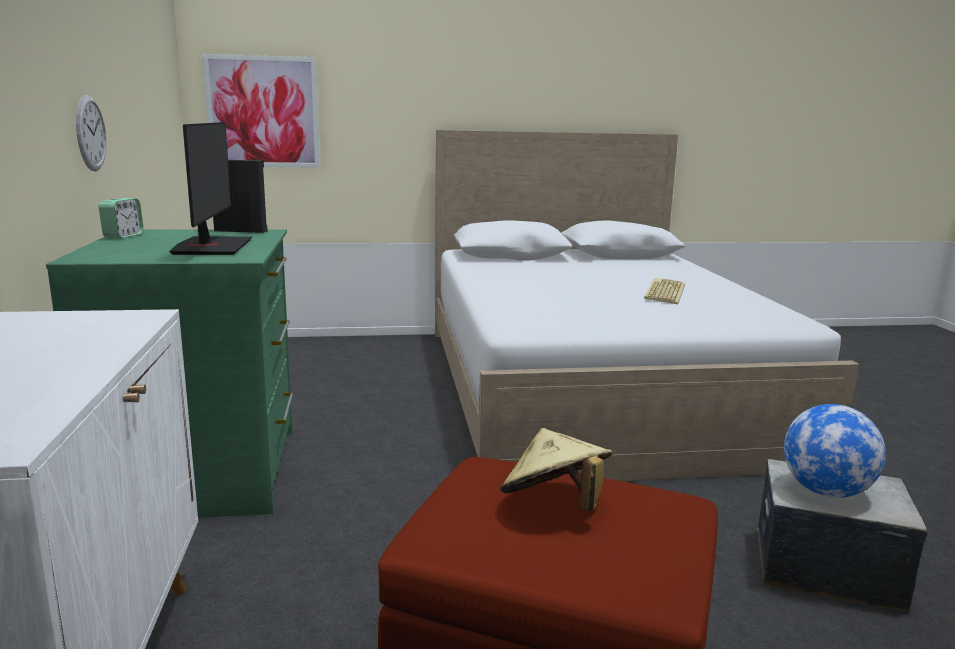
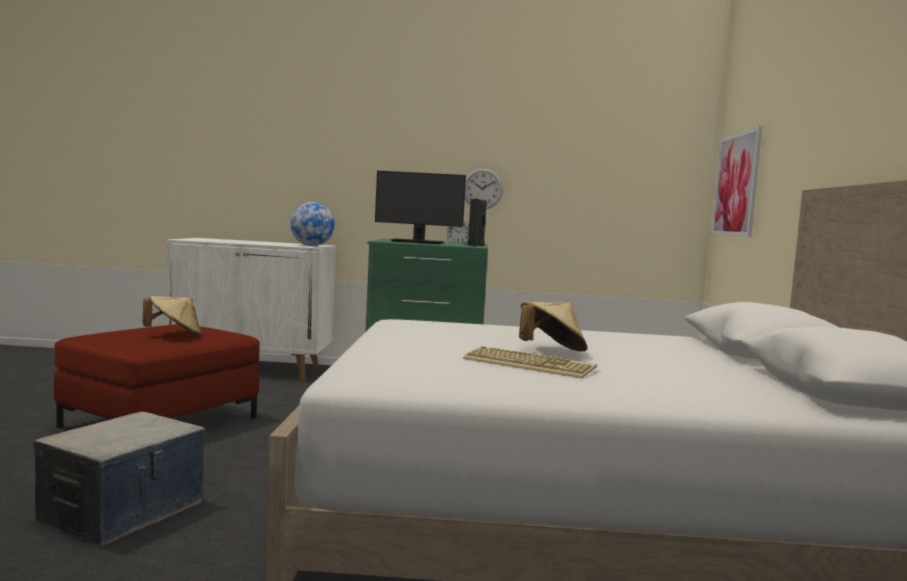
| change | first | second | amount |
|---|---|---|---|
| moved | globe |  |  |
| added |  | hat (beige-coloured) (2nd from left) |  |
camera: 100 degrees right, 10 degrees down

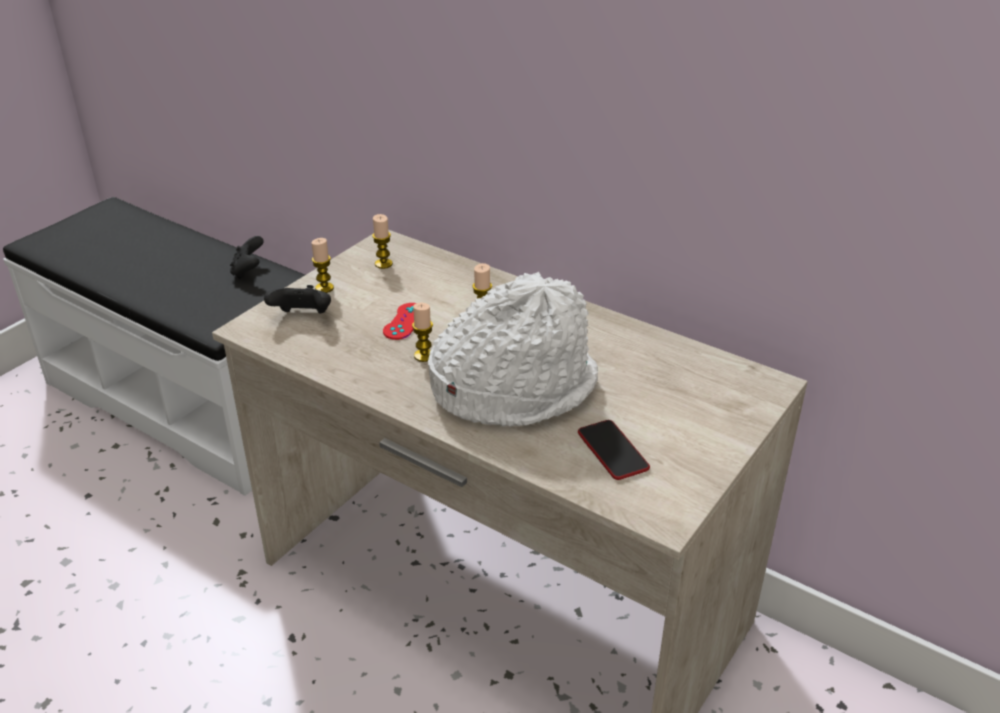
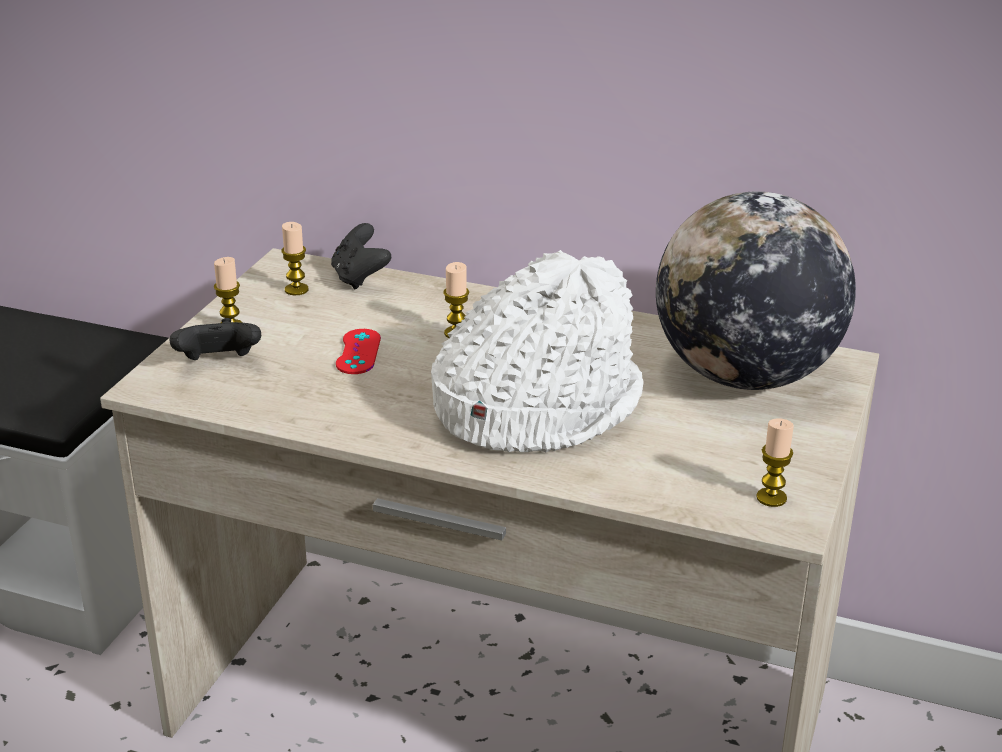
| change | first | second | amount |
|---|---|---|---|
| moved | gamepad (blackish) (1st from left in the first image) | gamepad (blackish) (2nd from left) |  |
| moved | wax candle (3rd from left in the first image) | wax candle (4th from left) |  |
| removed | telephone |  |  |
| added |  | globe |  |
camera: 15 degrees left, 5 degrees down

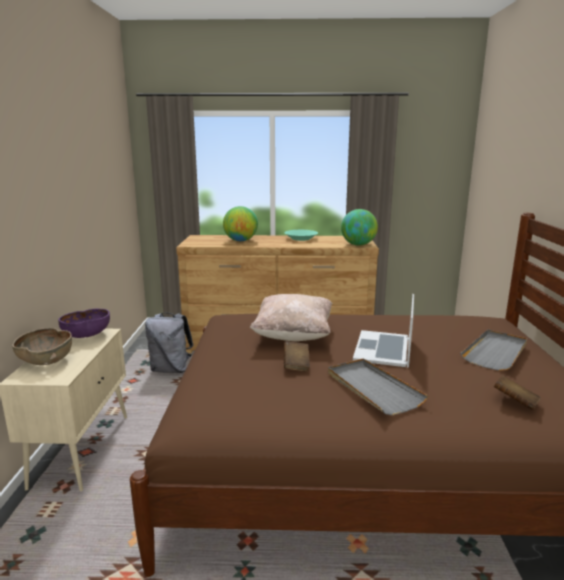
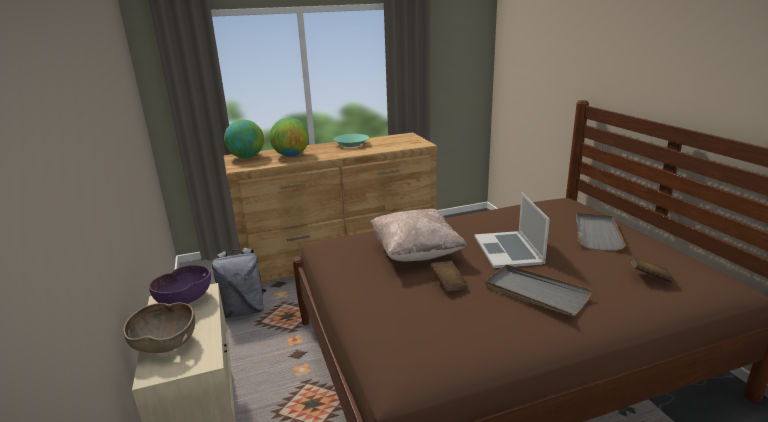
| change | first | second | amount |
|---|---|---|---|
| moved | globe (2nd from left in the first image) | globe (1st from left) |  |
camera: 20 degrees left, 5 degrees up

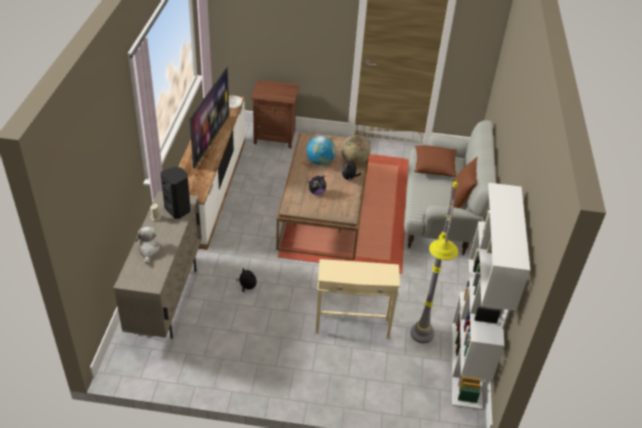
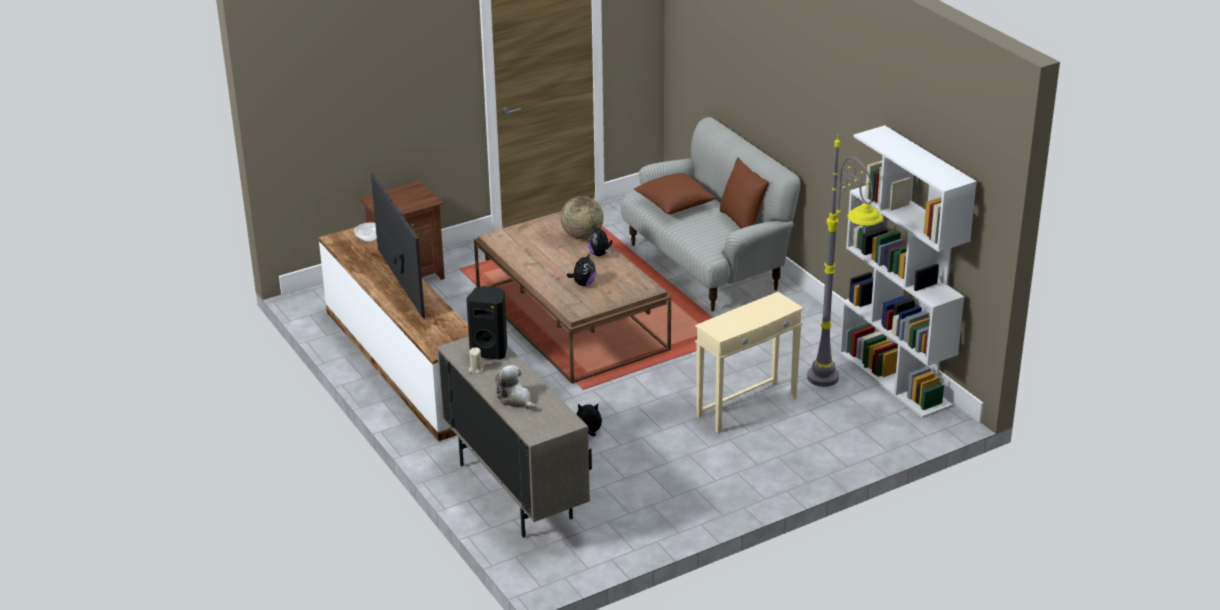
| change | first | second | amount |
|---|---|---|---|
| removed | globe (1st from left) |  |  |
camera: 35 degrees left, 10 degrees down

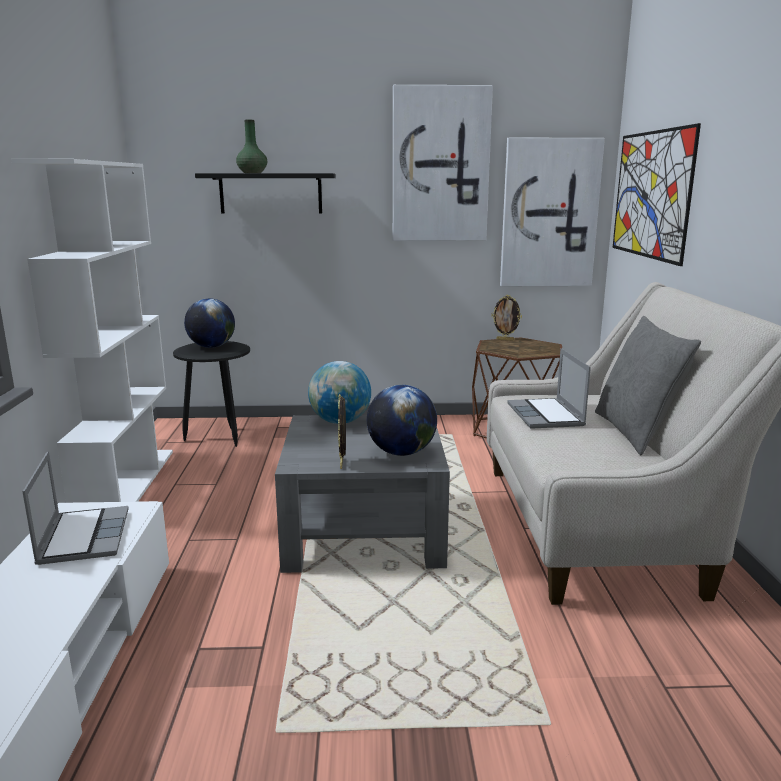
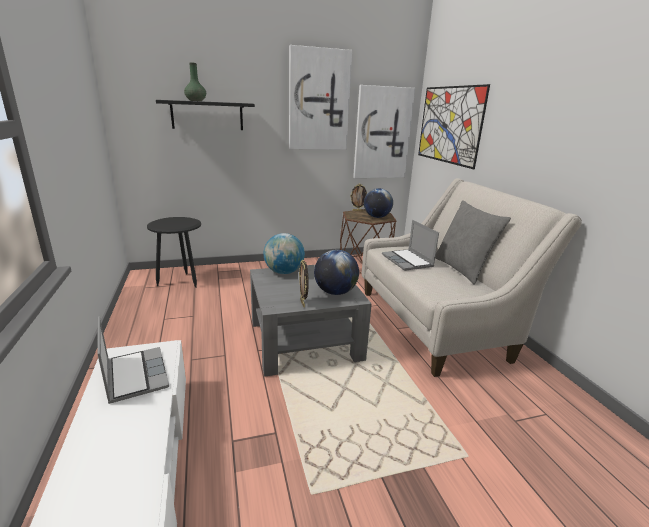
| change | first | second | amount |
|---|---|---|---|
| removed | bookshelf (white) |  |  |
| moved | globe (1st from left in the first image) | globe (3rd from left) |  |
camera: 15 degrees left, 5 degrees up

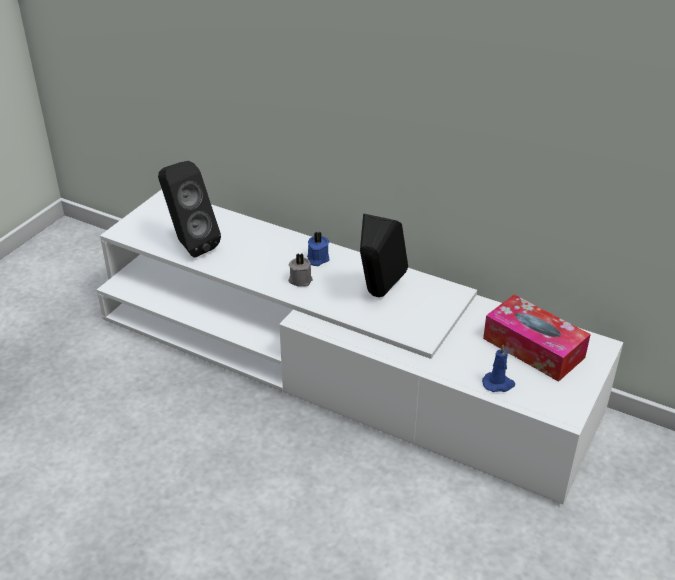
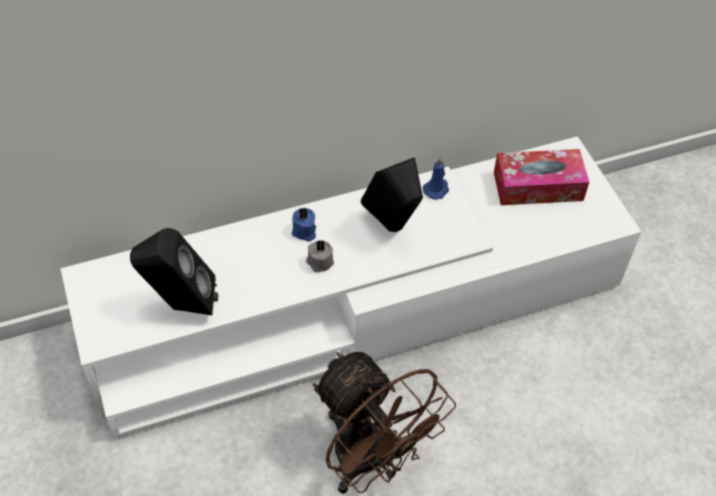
| change | first | second | amount |
|---|---|---|---|
| moved | wax candle (blue-coloured) (2nd from left) |  |  |
| added |  | cooling fan (brown) |  |
camera: 50 degrees left, 15 degrees up

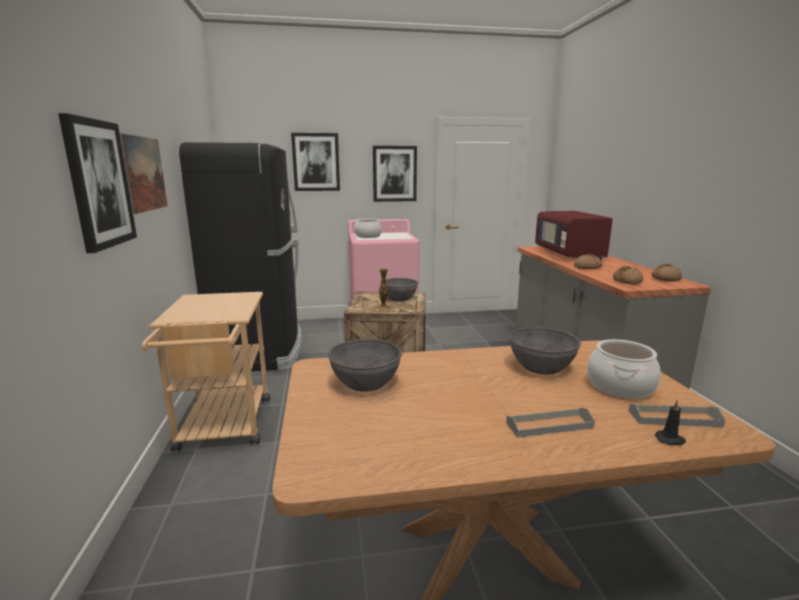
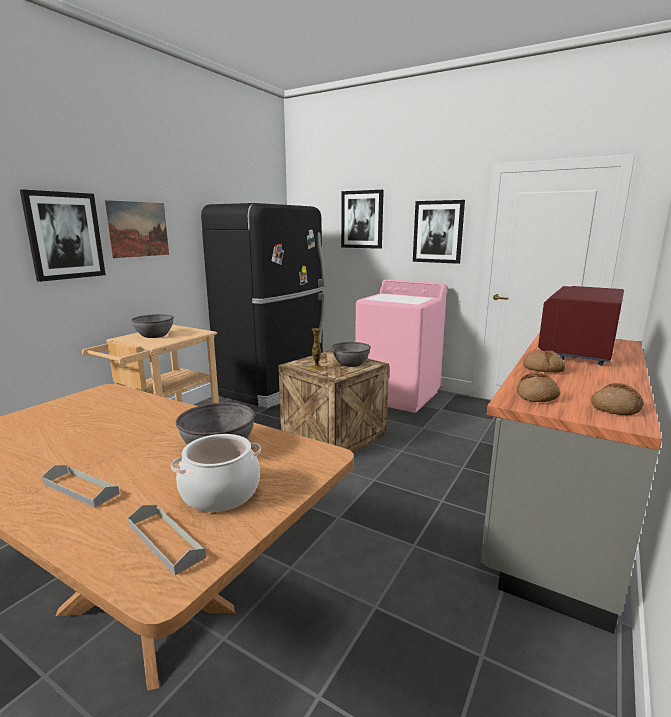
| change | first | second | amount |
|---|---|---|---|
| removed | saucepot (1st from left) |  |  |
| moved | bowl (grey) (1st from left) |  |  |
| removed | wax candle (blackish) |  |  |
camera: 40 degrees right, 0 degrees up

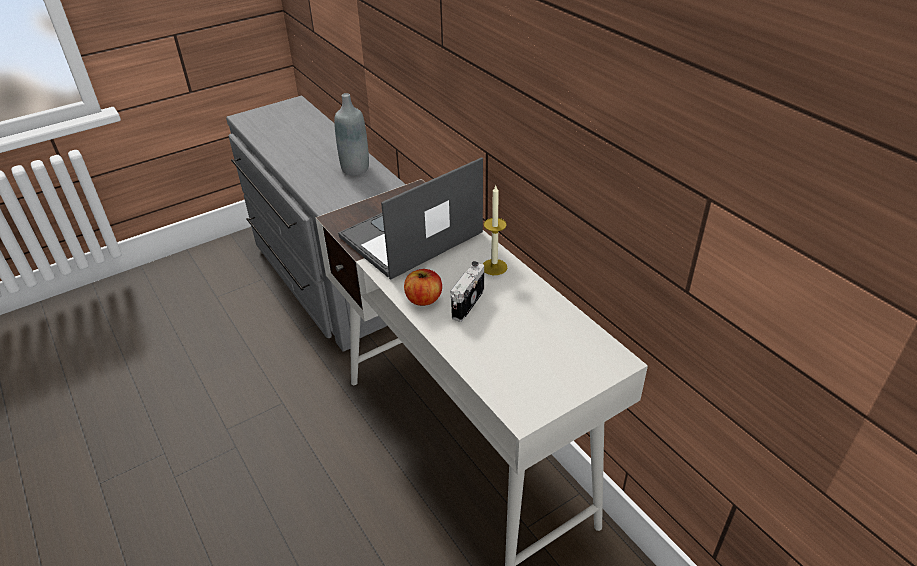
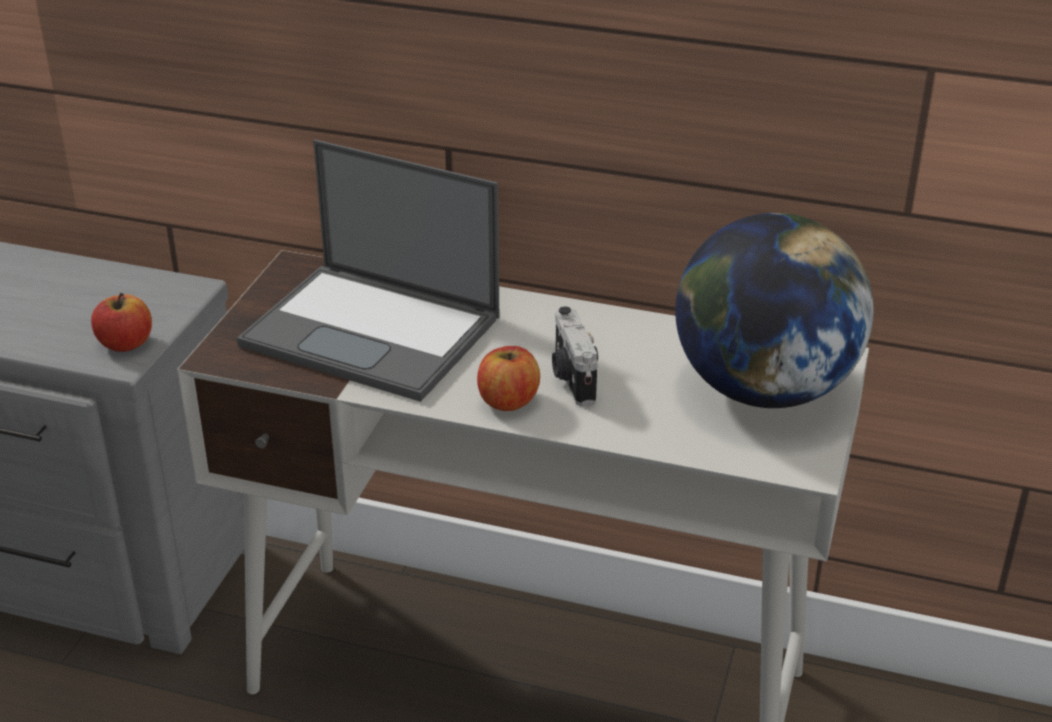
| change | first | second | amount |
|---|---|---|---|
| removed | drink bottle (grey) |  |  |
| turned | laptop |  | 75 degrees counterclockwise |
| removed | wax candle |  |  |
| added |  | globe |  |
| added |  | whole apple (1st from left) |  |
camera: 40 degrees left, 5 degrees down

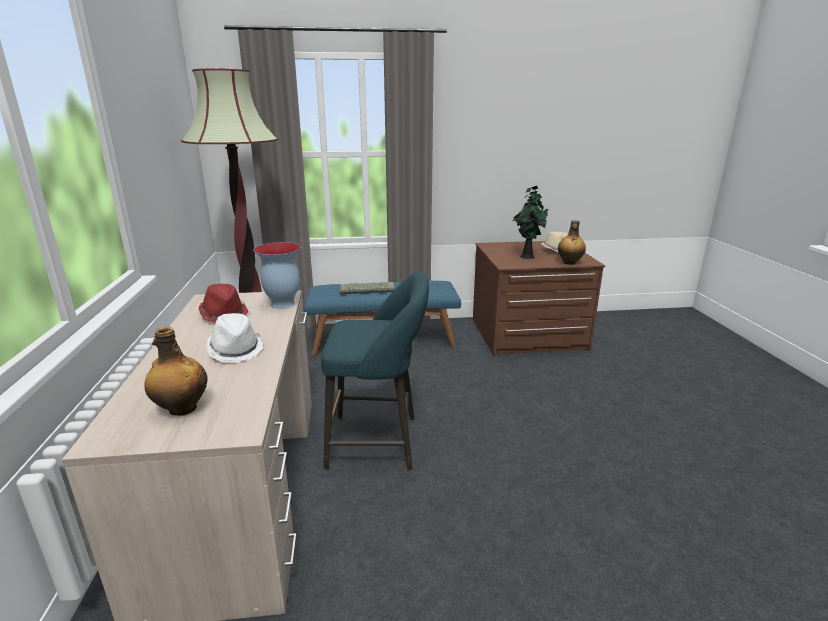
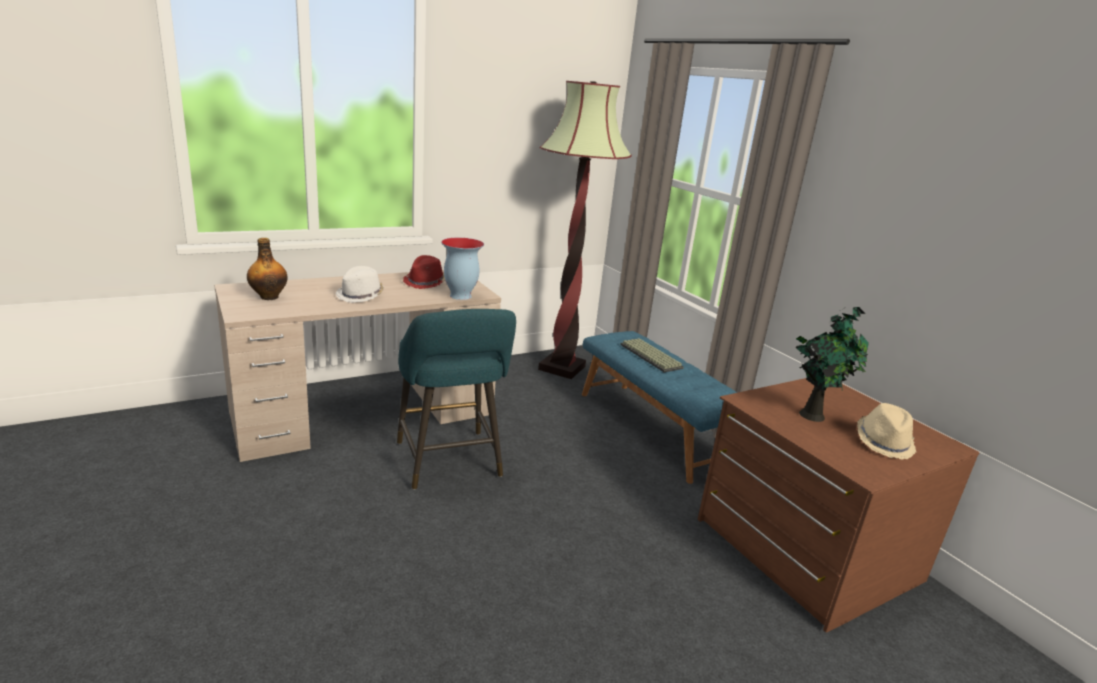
| change | first | second | amount |
|---|---|---|---|
| removed | drink bottle (2nd from left) |  |  |
camera: 65 degrees right, 0 degrees up

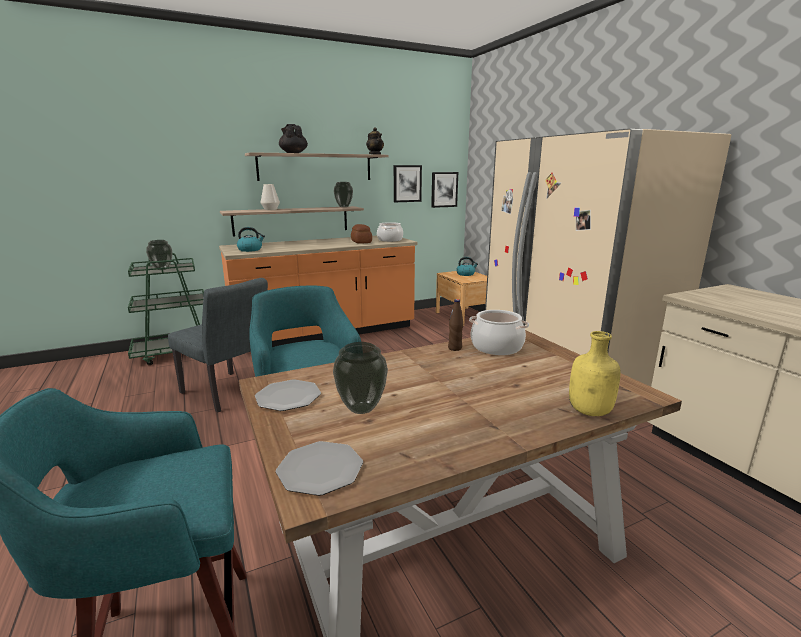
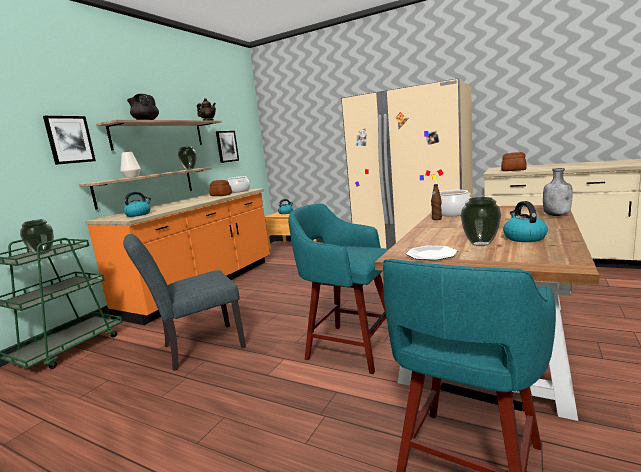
| change | first | second | amount |
|---|---|---|---|
| moved | wall art (2nd from left in the first image) | wall art (1st from left) |  |
| turned | chair (grey) |  | 150 degrees clockwise |
| recoloured | drink bottle (yellowish) | drink bottle (grey) |  |
| removed | flat dish (2nd from left) |  |  |
| added |  | baked bread (2nd from left) |  |
| added |  | tea kettle (3rd from left) |  |
camera: 35 degrees left, 5 degrees down

